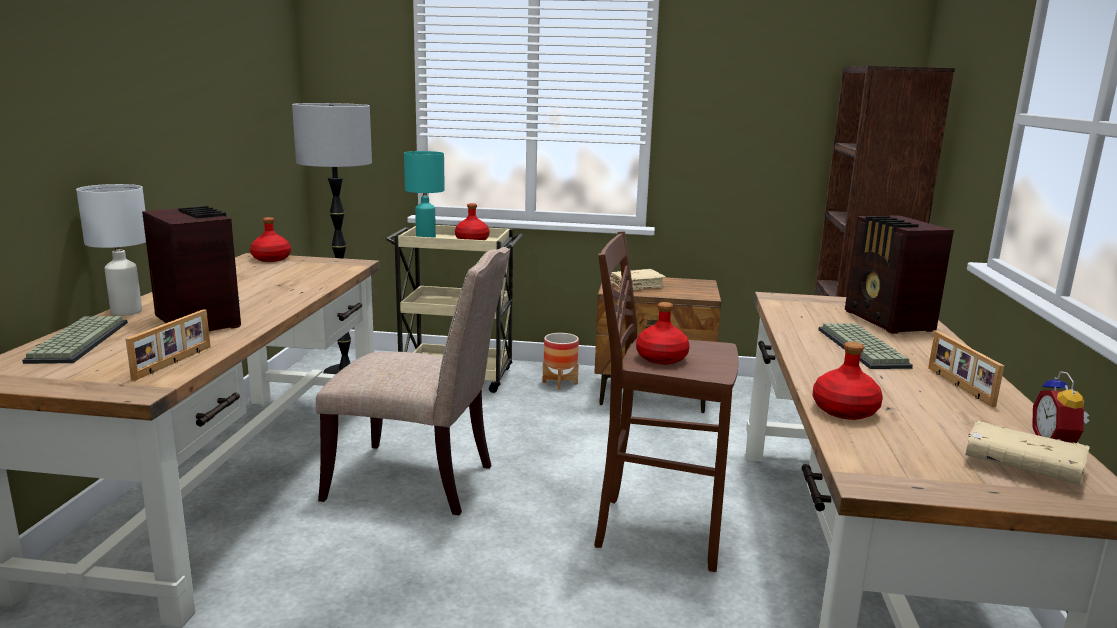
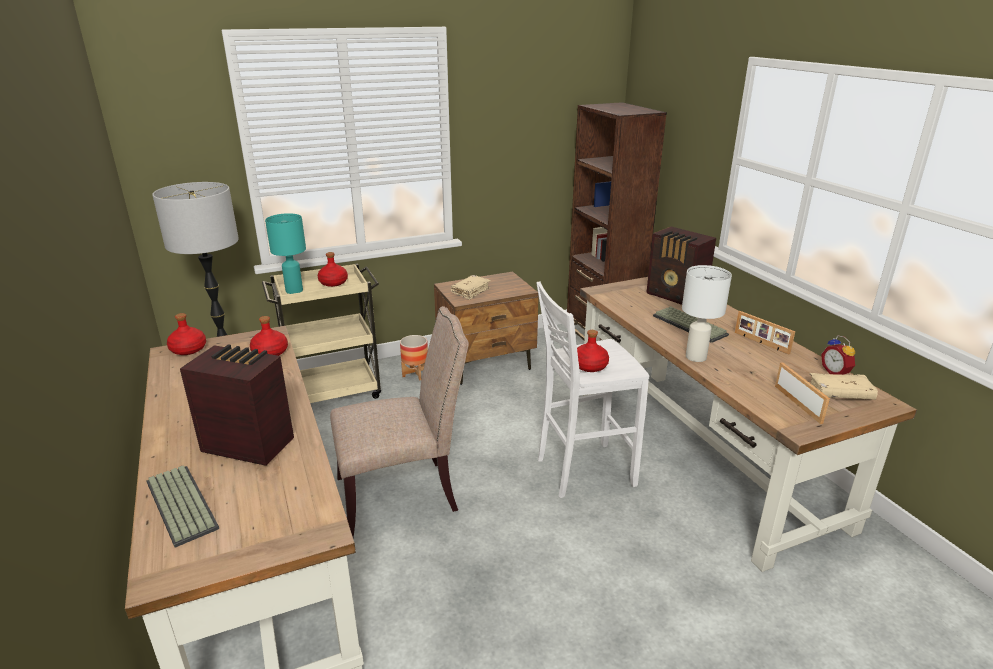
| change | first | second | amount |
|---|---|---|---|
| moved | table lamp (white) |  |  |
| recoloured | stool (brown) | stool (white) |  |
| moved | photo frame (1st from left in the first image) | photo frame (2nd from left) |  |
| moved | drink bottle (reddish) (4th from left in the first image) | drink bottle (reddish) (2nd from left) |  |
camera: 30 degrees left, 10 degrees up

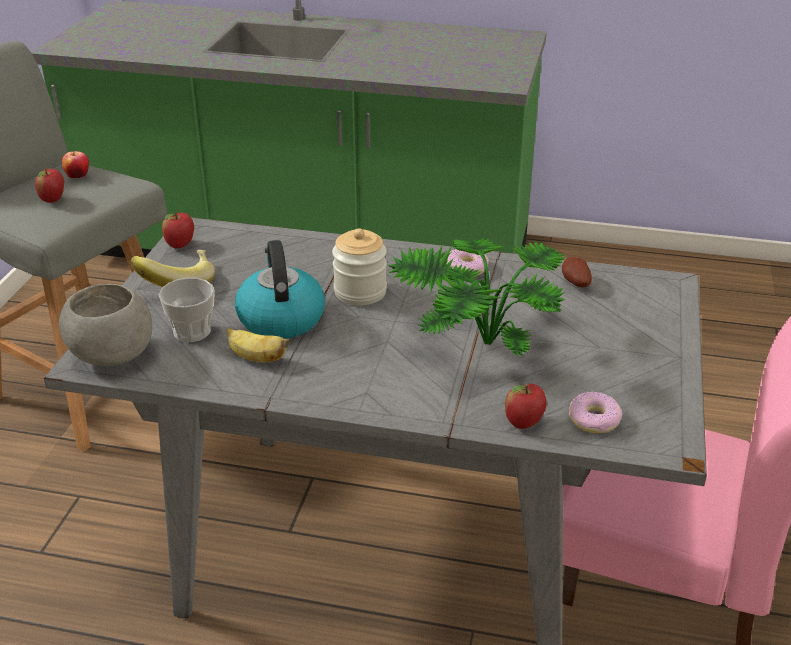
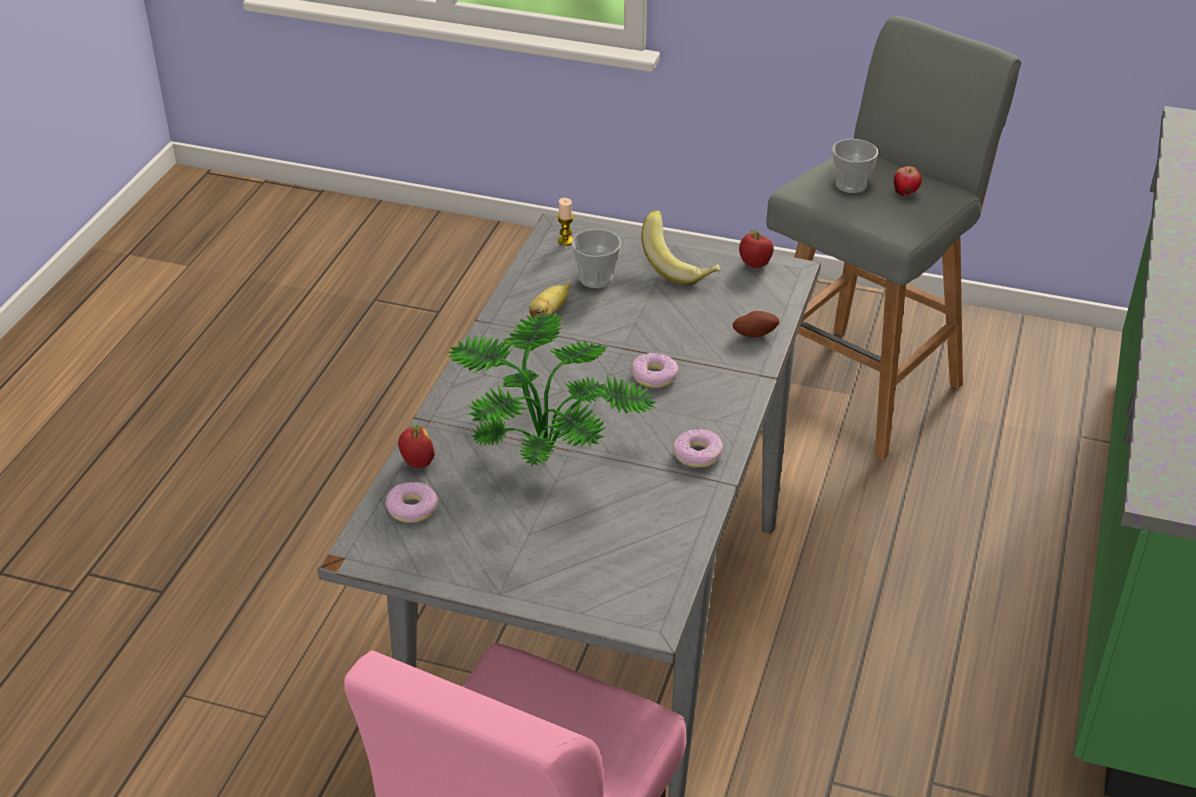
| change | first | second | amount |
|---|---|---|---|
| replaced | whole apple (1st from left) | small cup (2nd from left) |  |
| replaced | jar | ring doughnut (2nd from left) |  |
| removed | tea kettle |  |  |
| moved | potato |  |  |
| replaced | bowl (grey) | wax candle |  |
camera: 95 degrees right, 5 degrees up

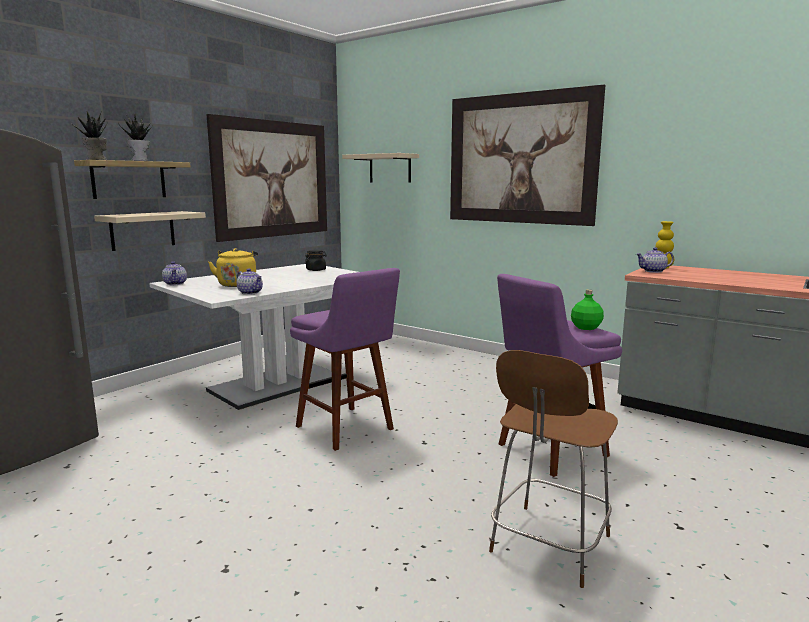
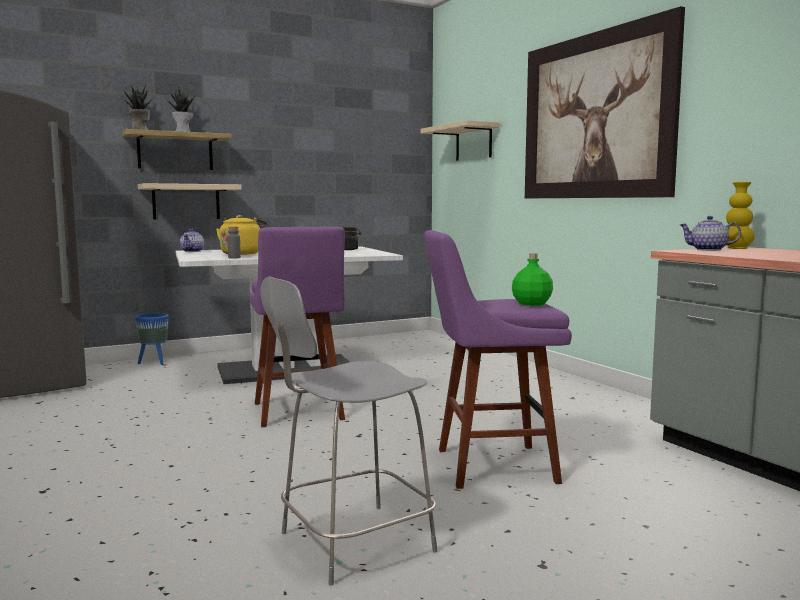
| change | first | second | amount |
|---|---|---|---|
| removed | wall art (1st from left) |  |  |
| replaced | pot for tea (2nd from left) | drink bottle (grey) |  |
| recoloured | stool (brown) | stool (grey) |  |
| added |  | plant pot (blue-coloured) |  |
camera: 25 degrees right, 5 degrees down

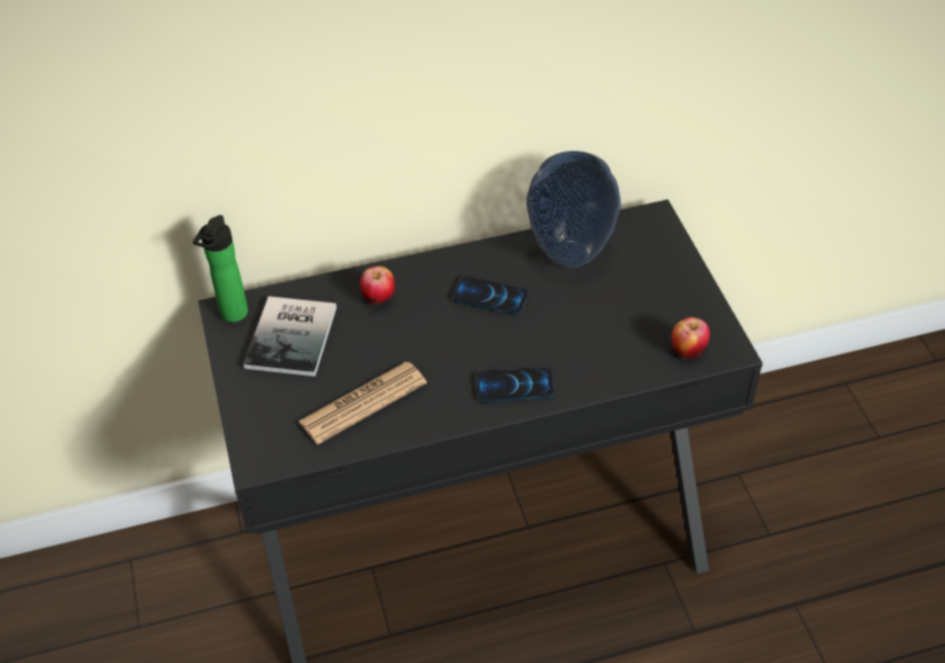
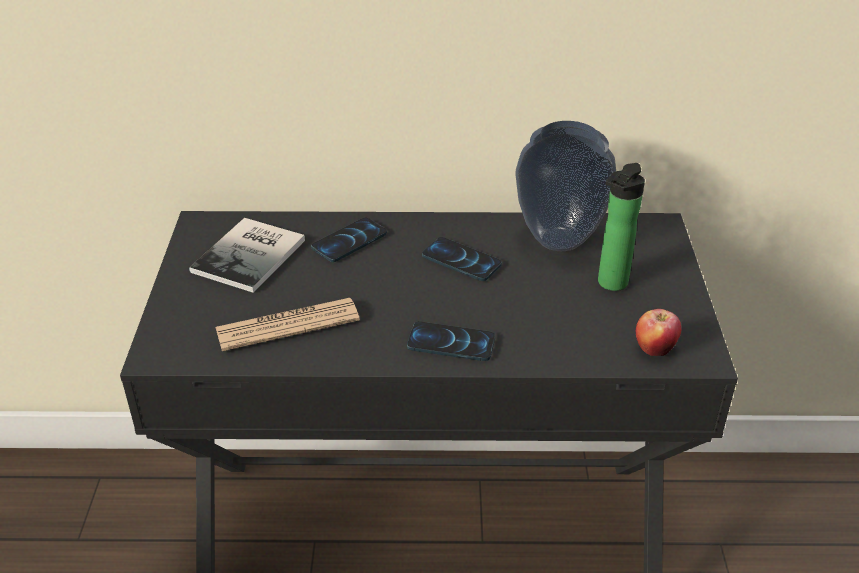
| change | first | second | amount |
|---|---|---|---|
| moved | drink bottle |  |  |
| replaced | whole apple (1st from left) | telephone (1st from left) |  |
camera: 15 degrees right, 10 degrees down

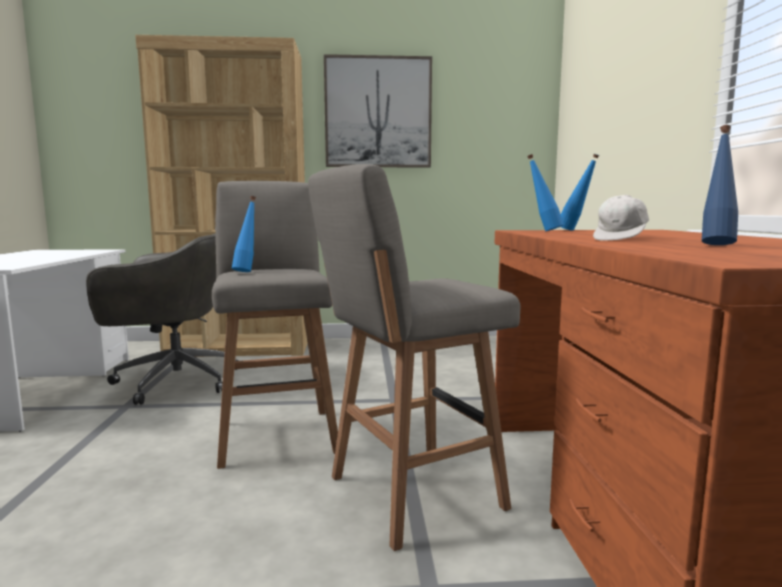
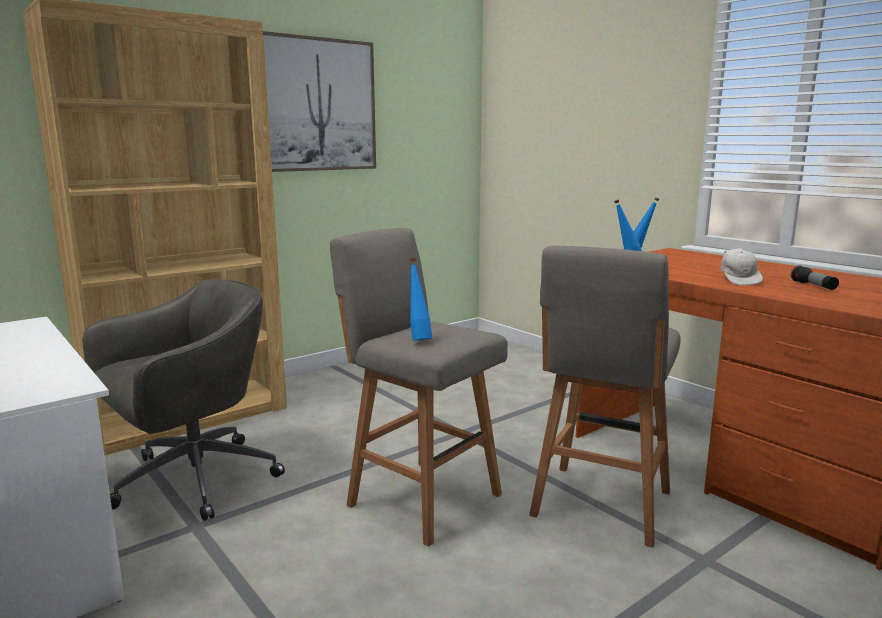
| change | first | second | amount |
|---|---|---|---|
| replaced | drink bottle (blue-coloured) (4th from left) | flashlight |  |
camera: 35 degrees left, 5 degrees up

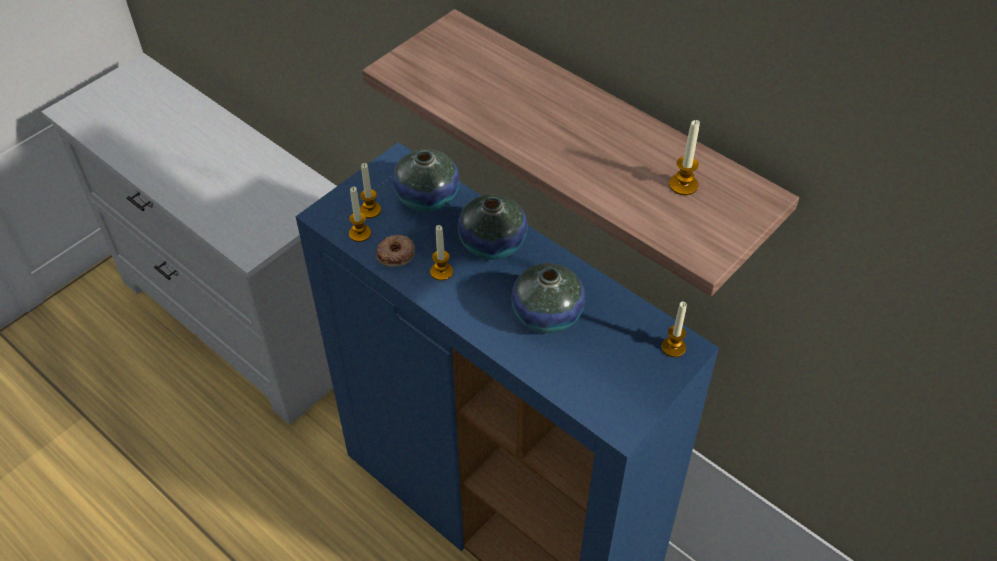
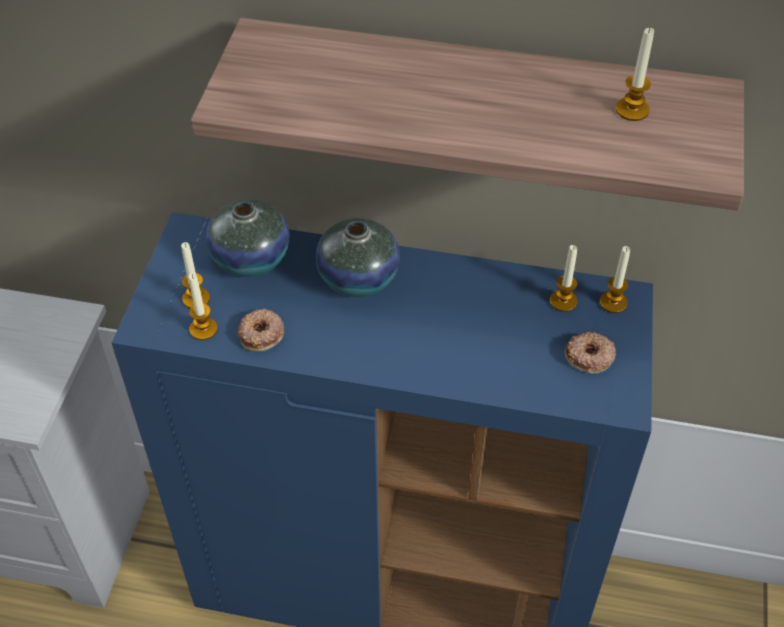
| change | first | second | amount |
|---|---|---|---|
| moved | wax candle (3rd from left) |  |  |
| removed | decorative vase (3rd from left) |  |  |
| added |  | ring doughnut (2nd from left) |  |
camera: 30 degrees left, 0 degrees up

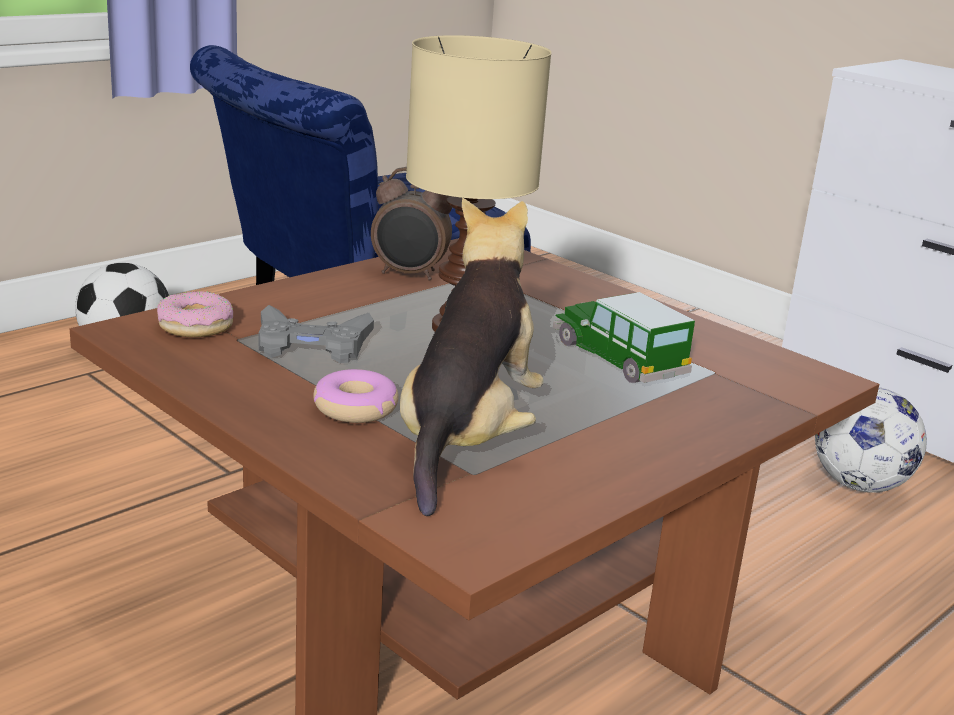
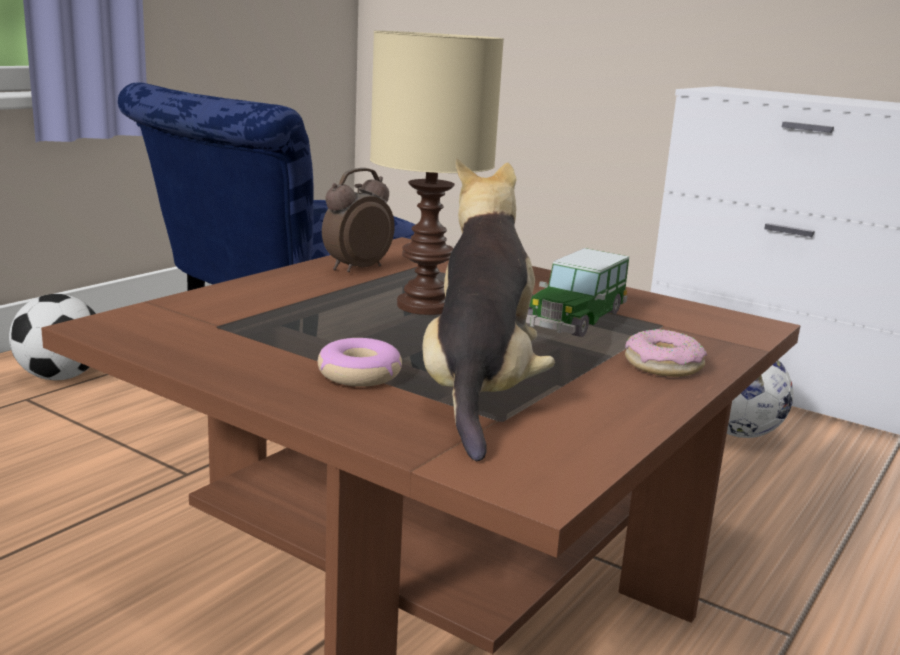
| change | first | second | amount |
|---|---|---|---|
| turned | table clock |  | 135 degrees clockwise |
| moved | ring doughnut (1st from left in the first image) | ring doughnut (2nd from left) |  |
| turned | miniature car |  | 105 degrees counterclockwise |
| removed | gamepad (grey) |  |  |
camera: 10 degrees left, 5 degrees down

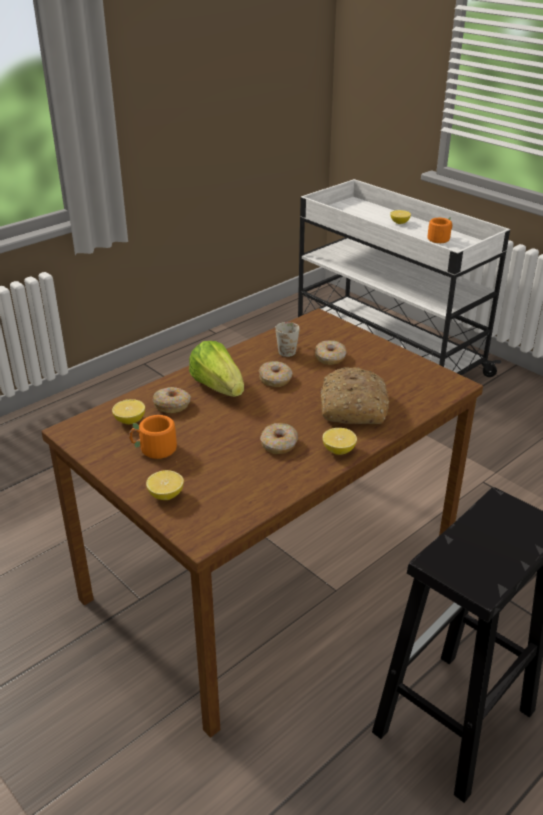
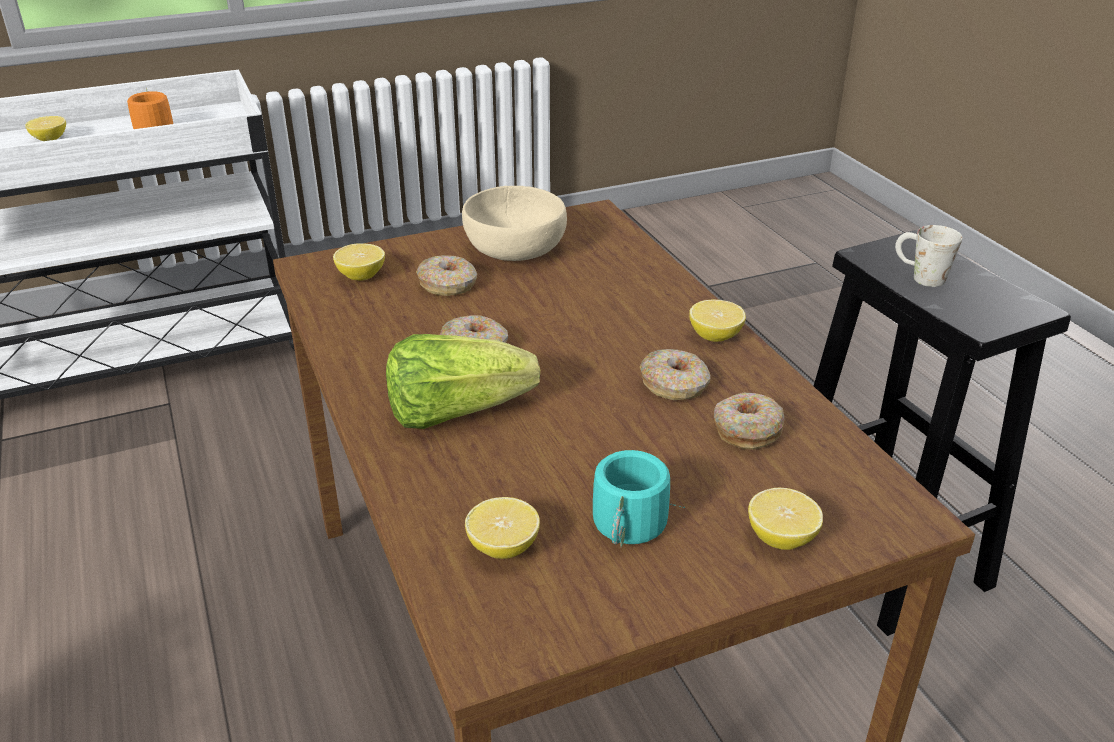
| change | first | second | amount |
|---|---|---|---|
| moved | mug (white) |  |  |
| removed | baked bread |  |  |
| moved | ring doughnut (1st from left in the first image) | ring doughnut (4th from left) |  |
| recoloured | mug (orangey) (1st from left) | mug (blue-green) |  |
| added |  | bowl (beige-coloured) |  |
| added |  | whole lemon (2nd from left) |  |
camera: 70 degrees left, 0 degrees up

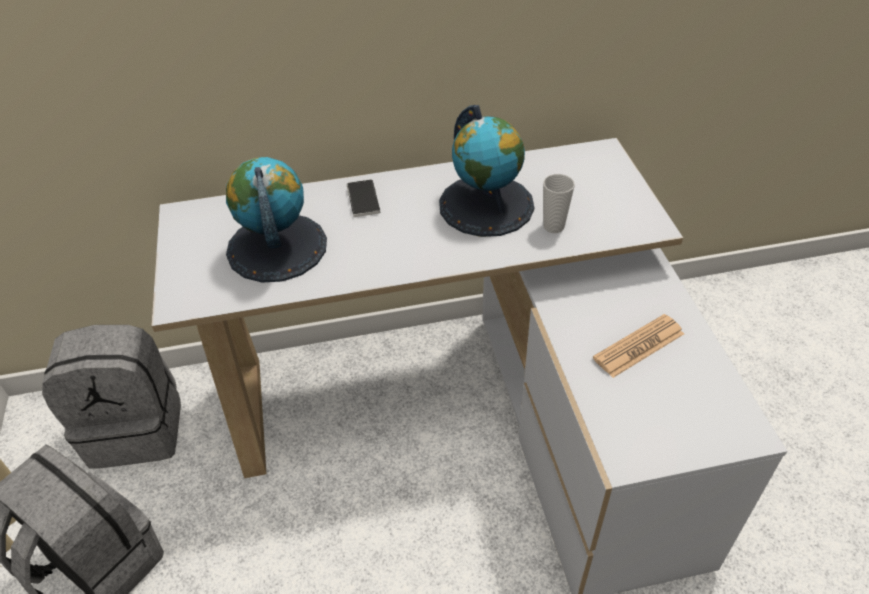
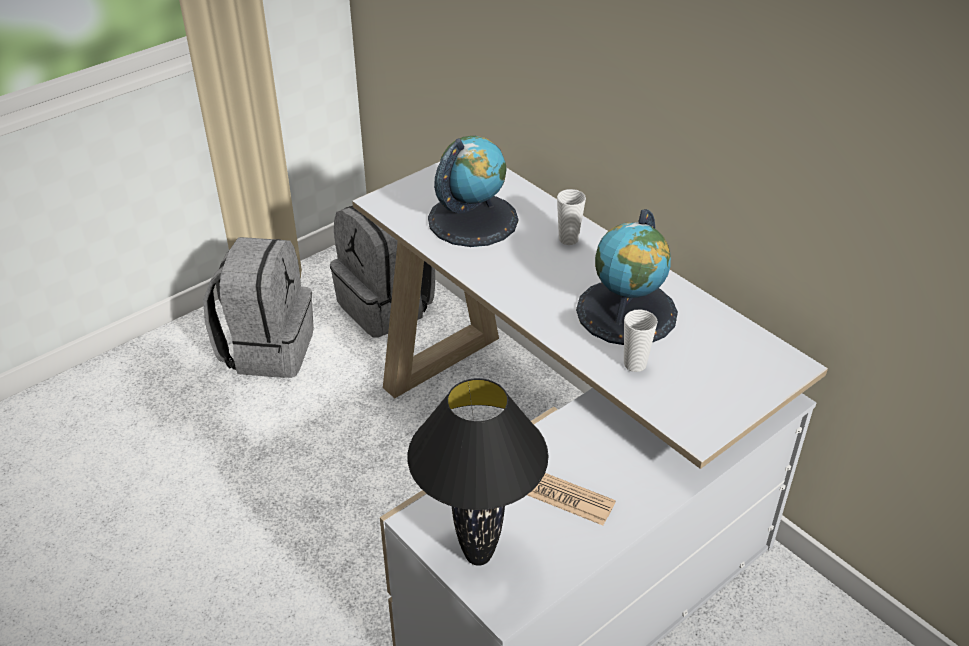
| change | first | second | amount |
|---|---|---|---|
| replaced | telephone | small cup (1st from left) |  |
| added |  | table lamp (blackish) |  |
camera: 60 degrees right, 5 degrees down

